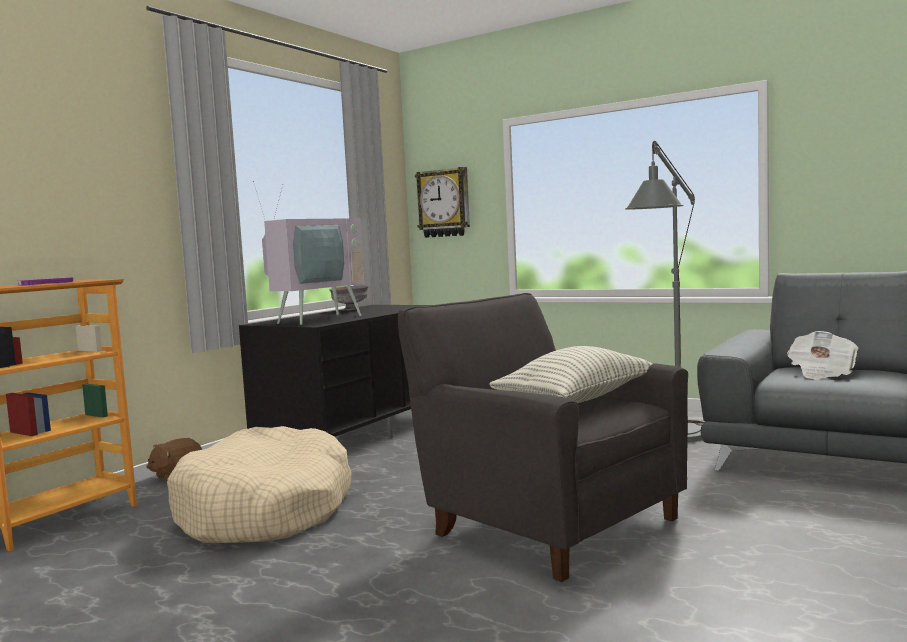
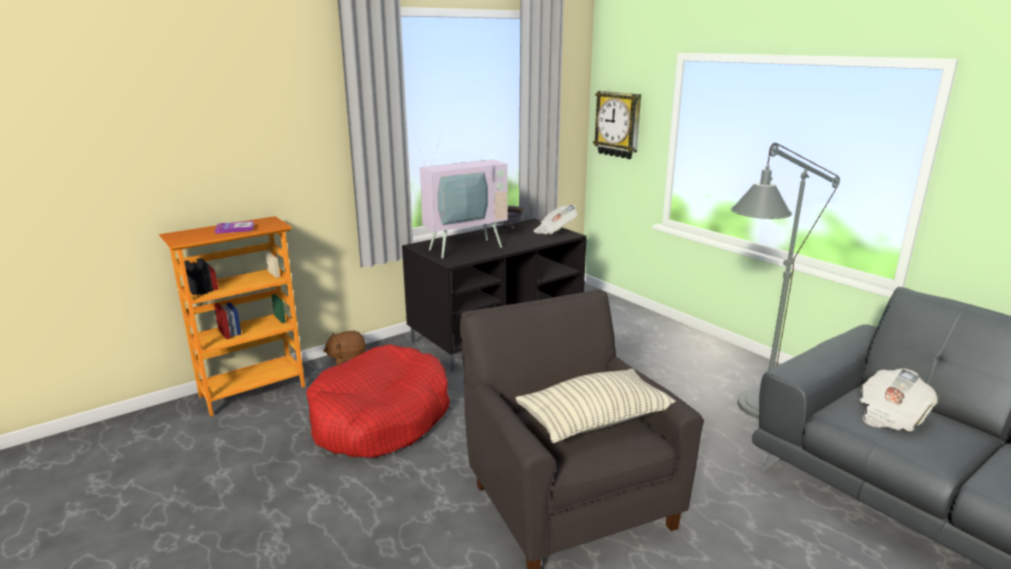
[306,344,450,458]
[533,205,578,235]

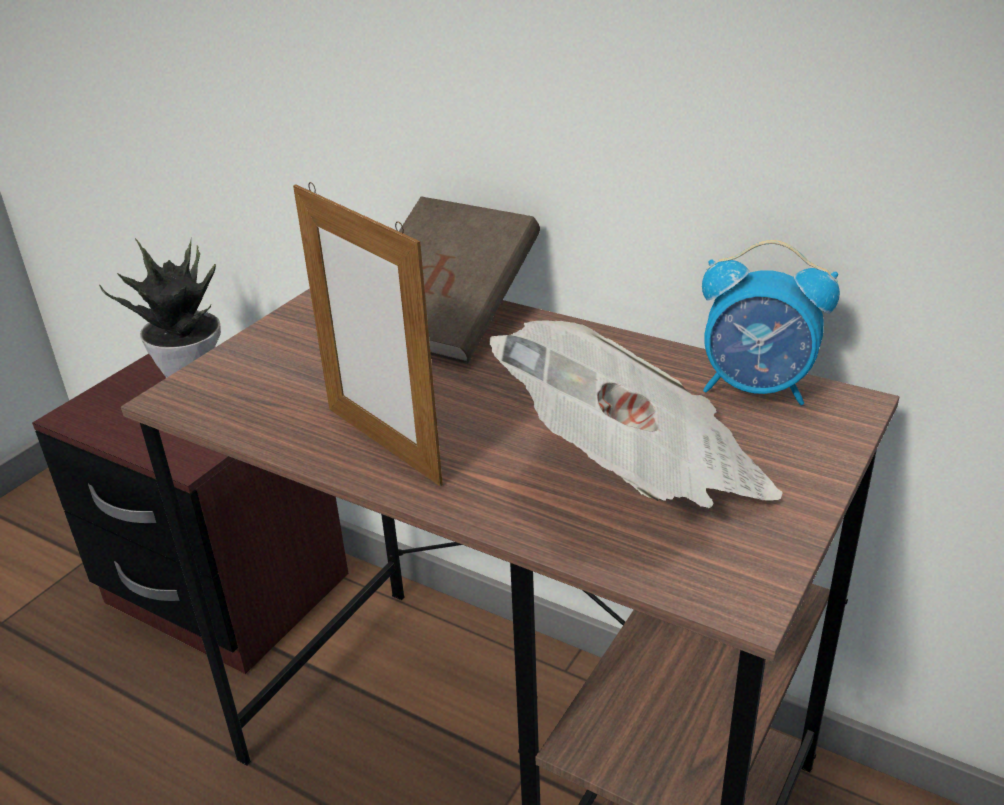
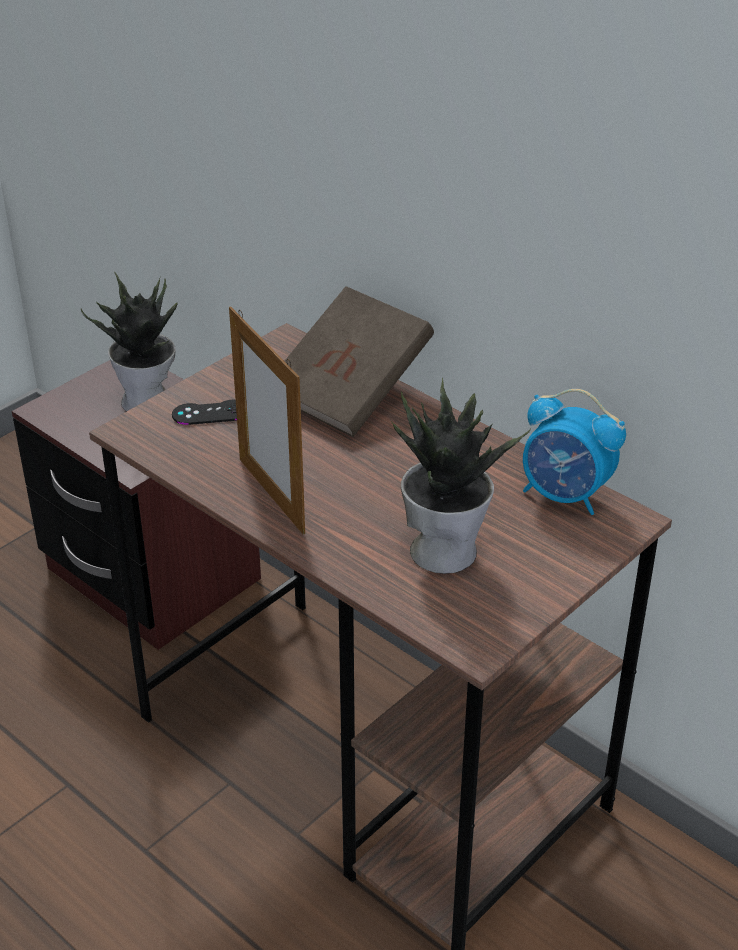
[391,378,532,574]
[172,400,237,425]

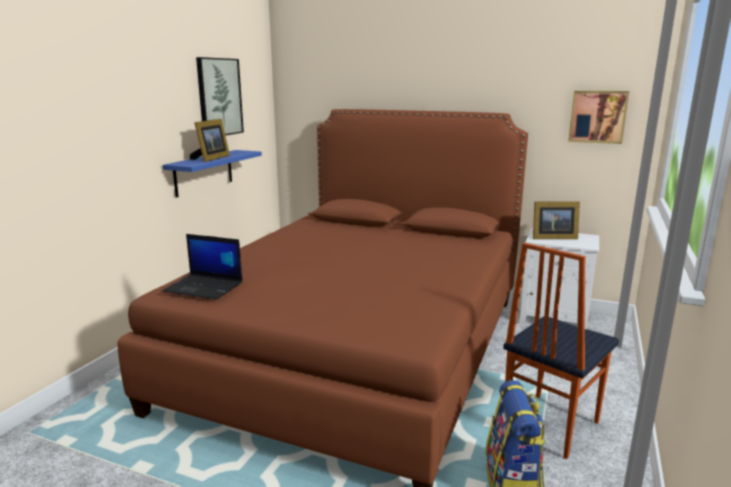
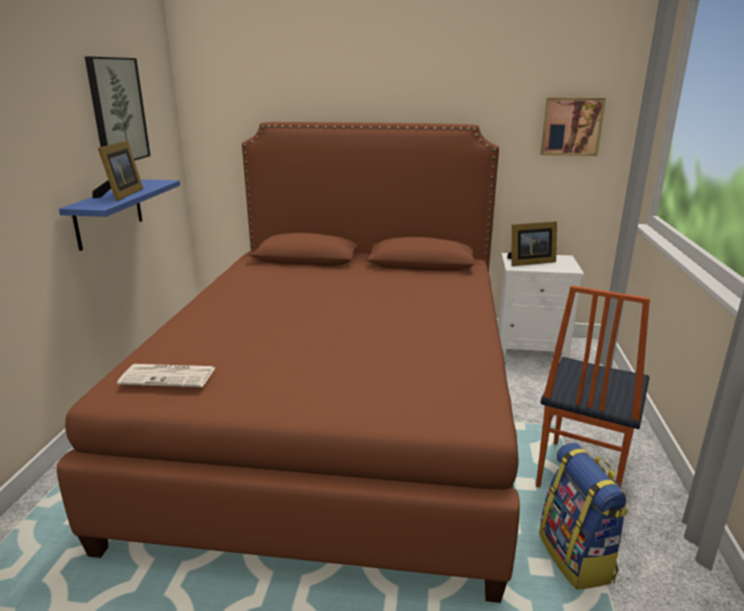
[117,364,216,387]

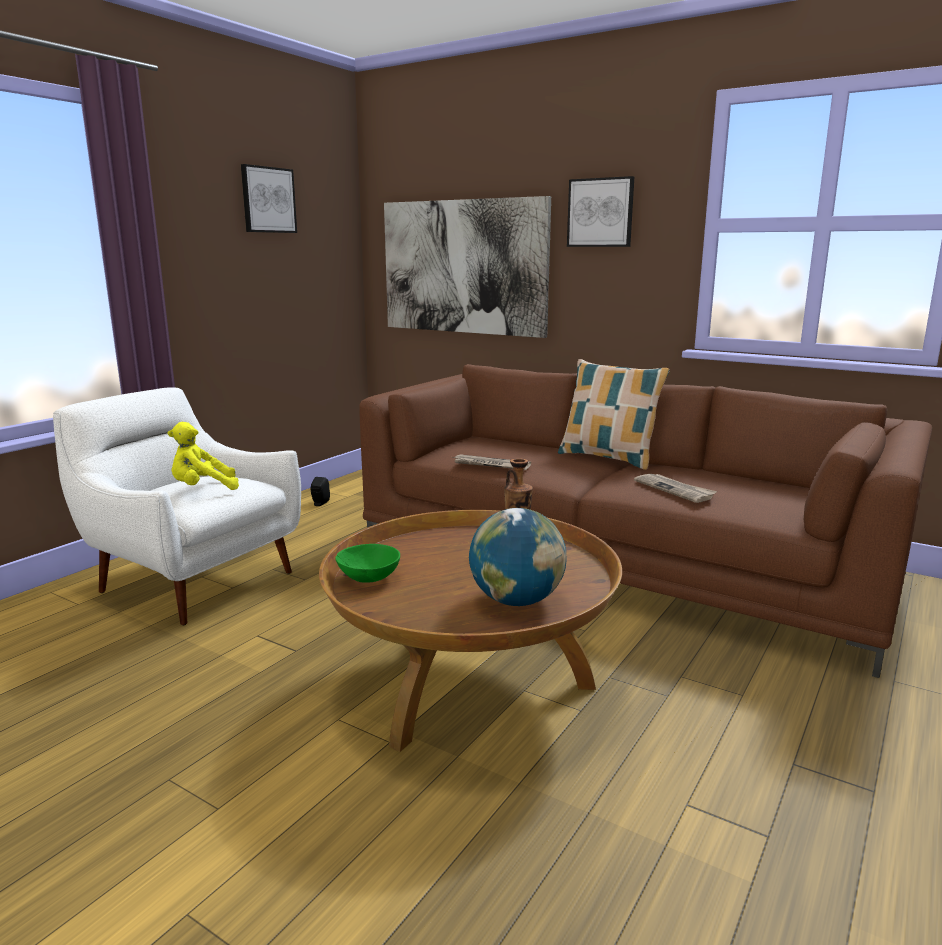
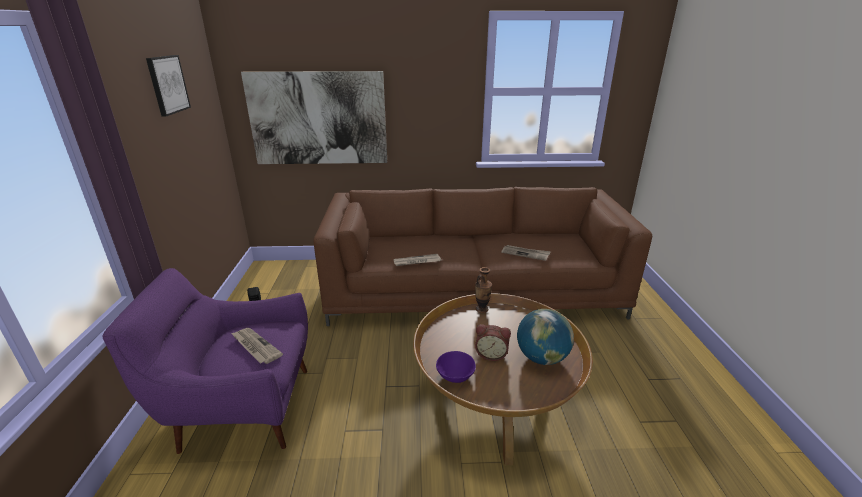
[567,176,634,247] (first image)
[558,359,670,470] (first image)
[102,268,308,454]
[231,328,283,364]
[436,351,476,383]
[475,324,511,361]

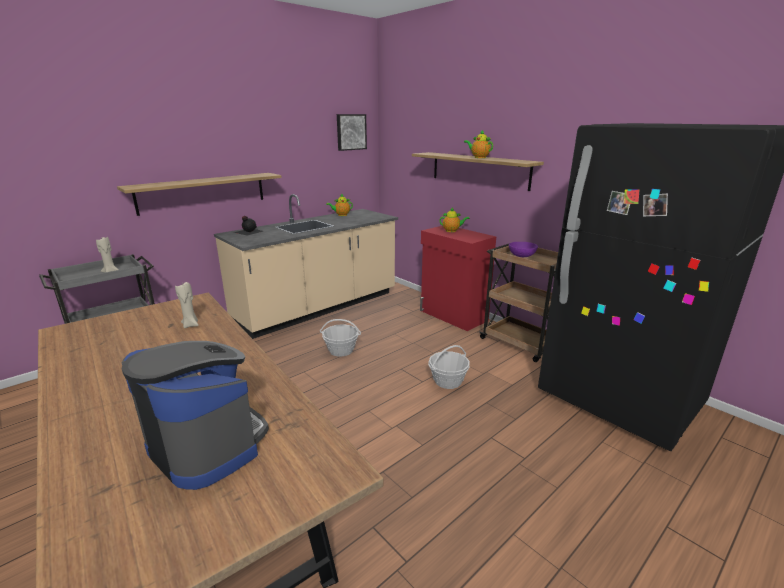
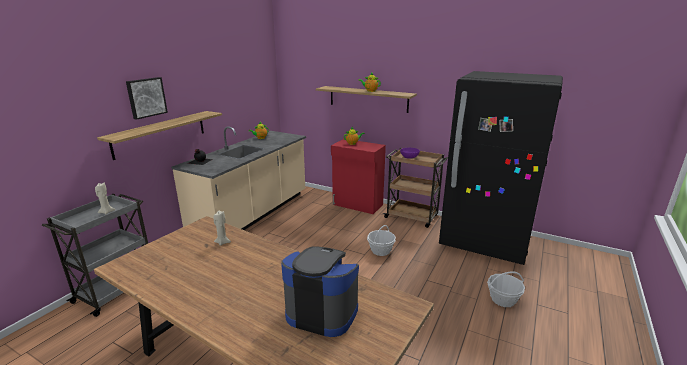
[126,77,168,120]
[487,271,525,307]

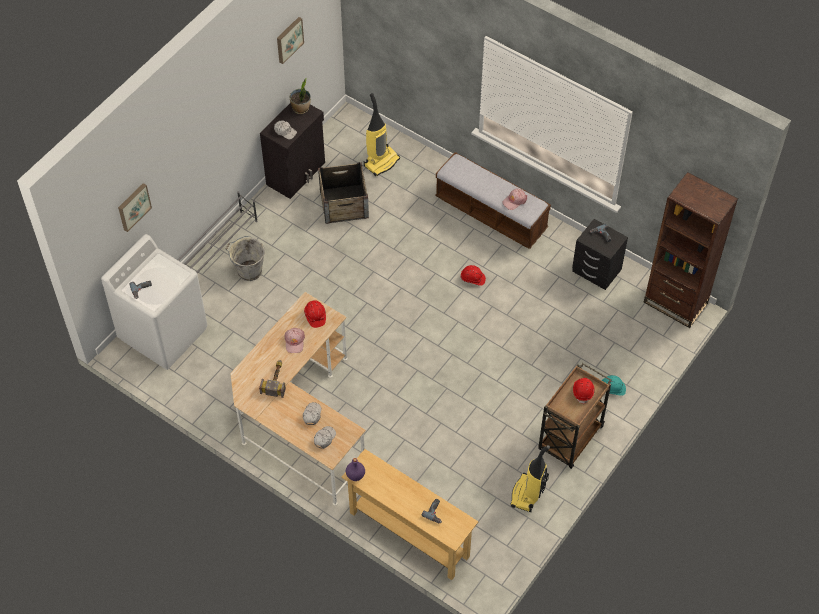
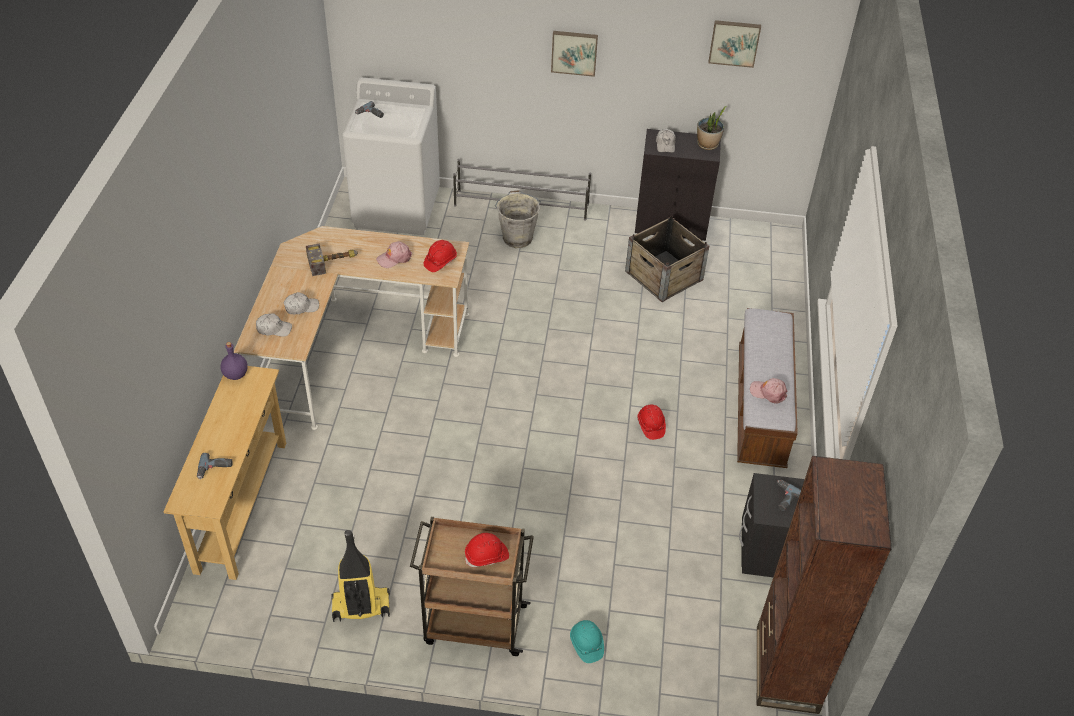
[364,93,400,176] (first image)
[551,31,598,77]

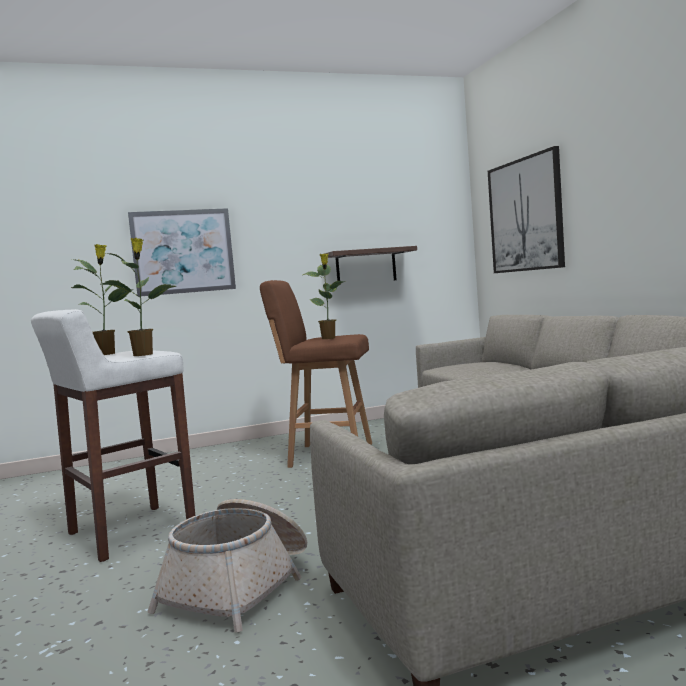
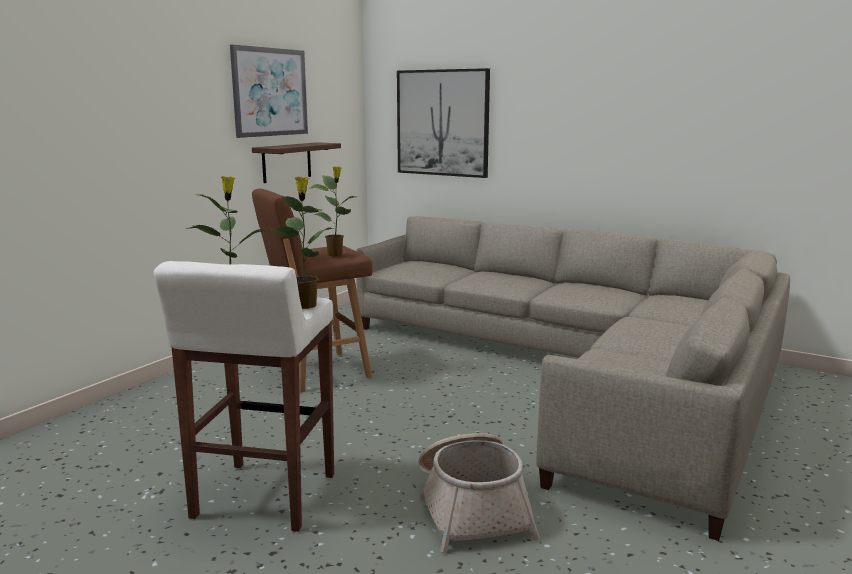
[230,45,308,138]

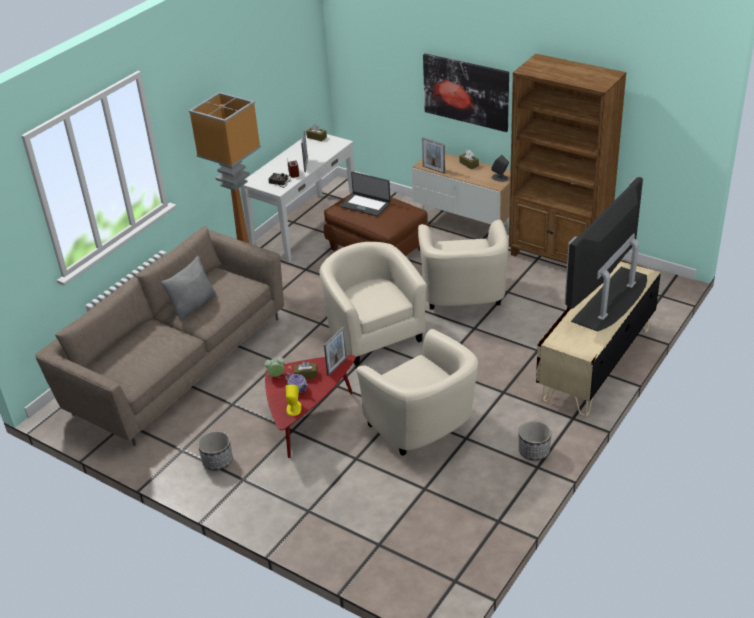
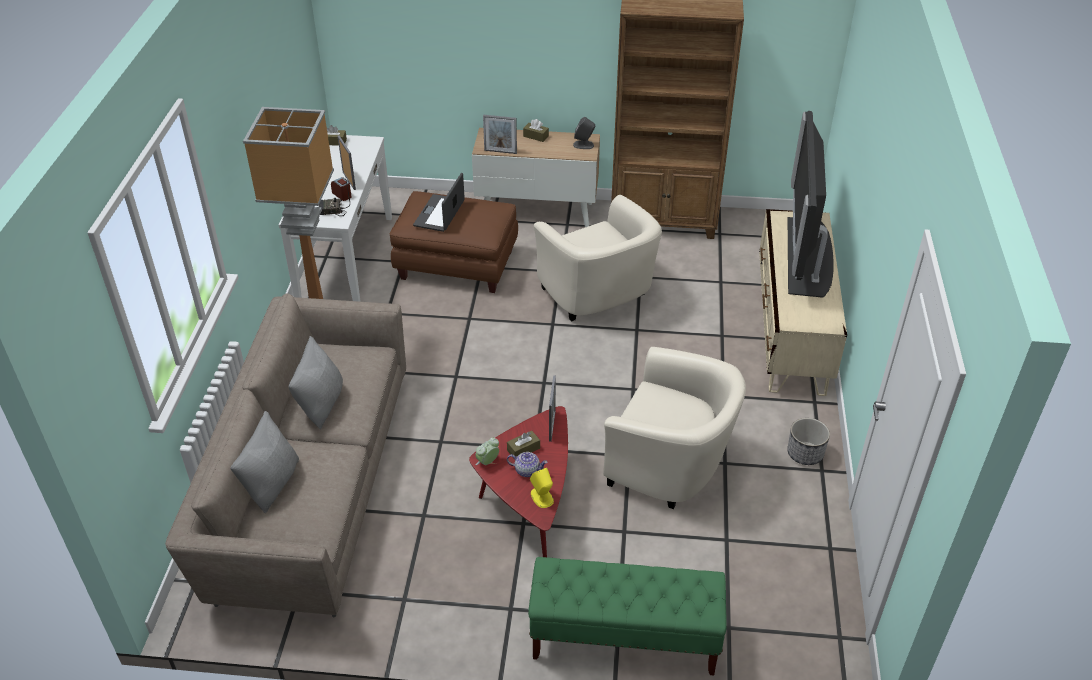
[423,53,509,132] (first image)
[413,173,465,232]
[319,242,427,365] (first image)
[198,431,233,471] (first image)
[230,411,299,513]
[528,557,727,675]

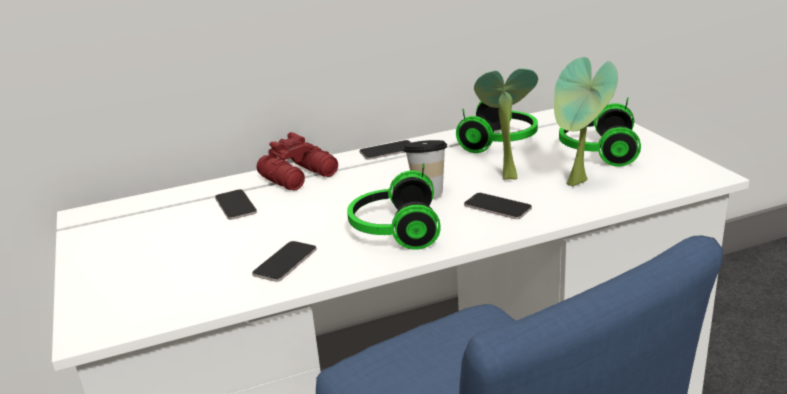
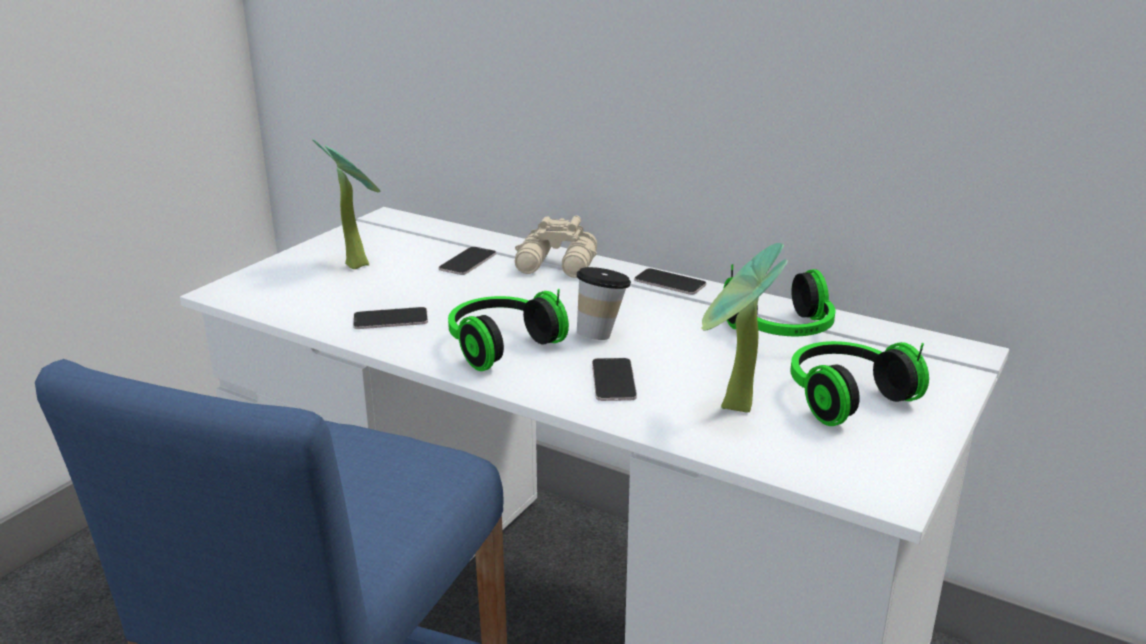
[312,139,380,269]
[515,215,597,278]

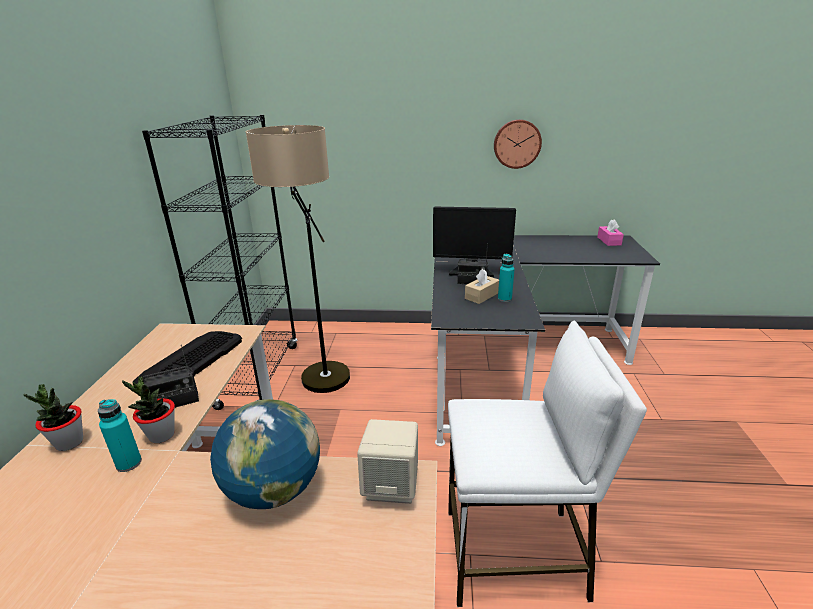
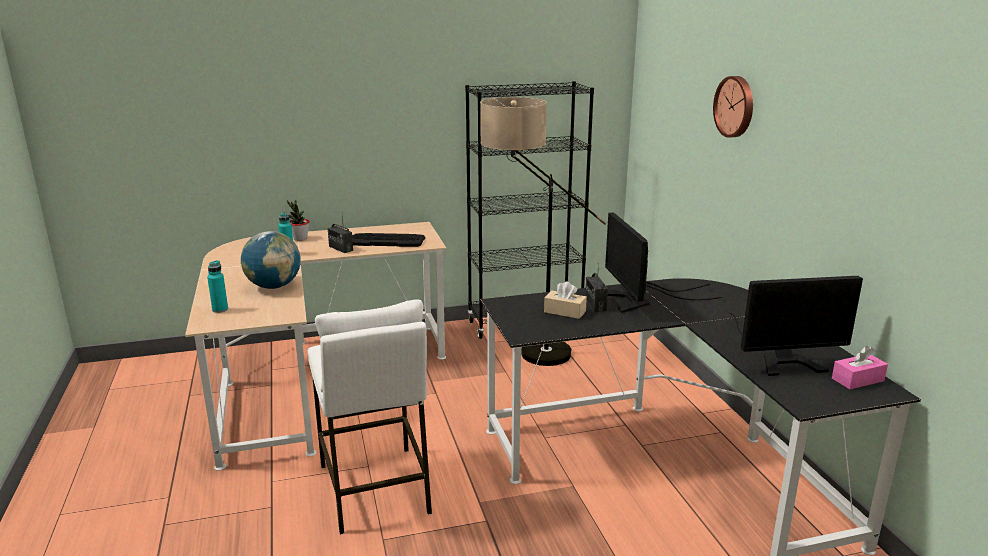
[713,76,753,138]
[207,260,228,313]
[122,376,175,443] (first image)
[357,419,418,504] (first image)
[730,276,863,376]

